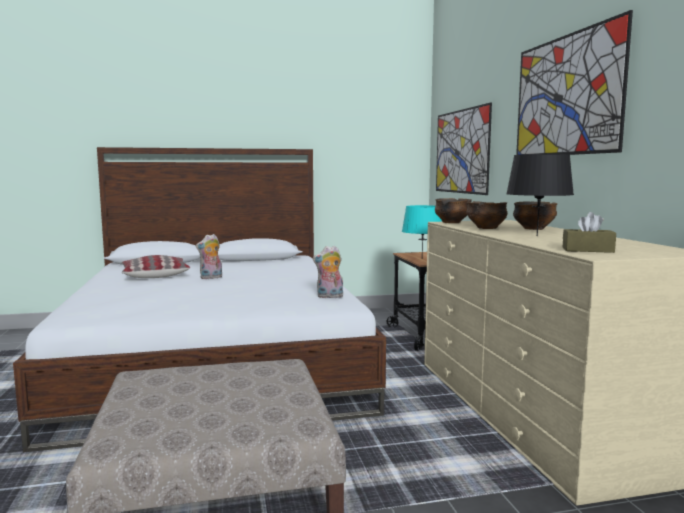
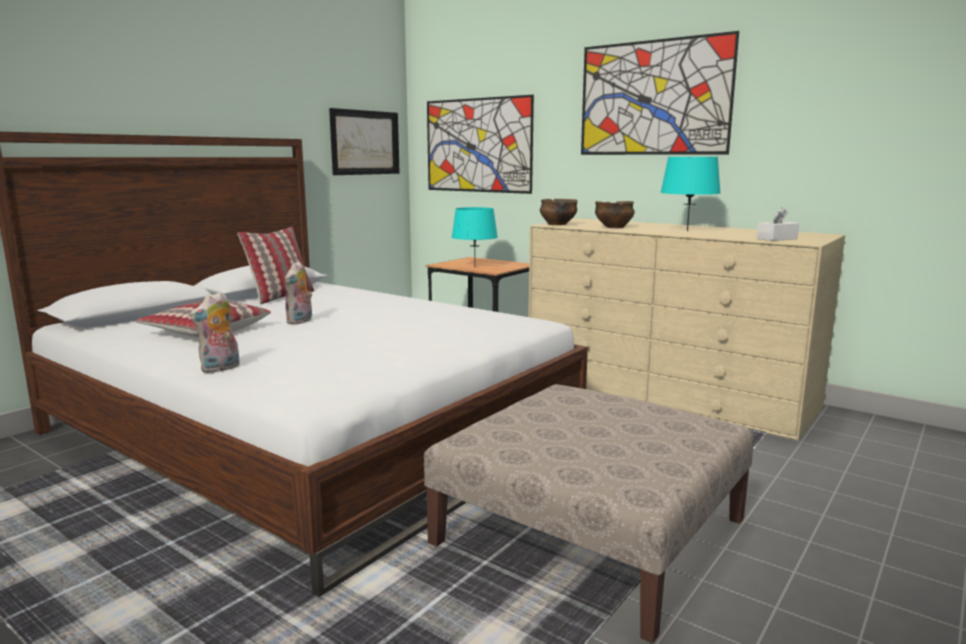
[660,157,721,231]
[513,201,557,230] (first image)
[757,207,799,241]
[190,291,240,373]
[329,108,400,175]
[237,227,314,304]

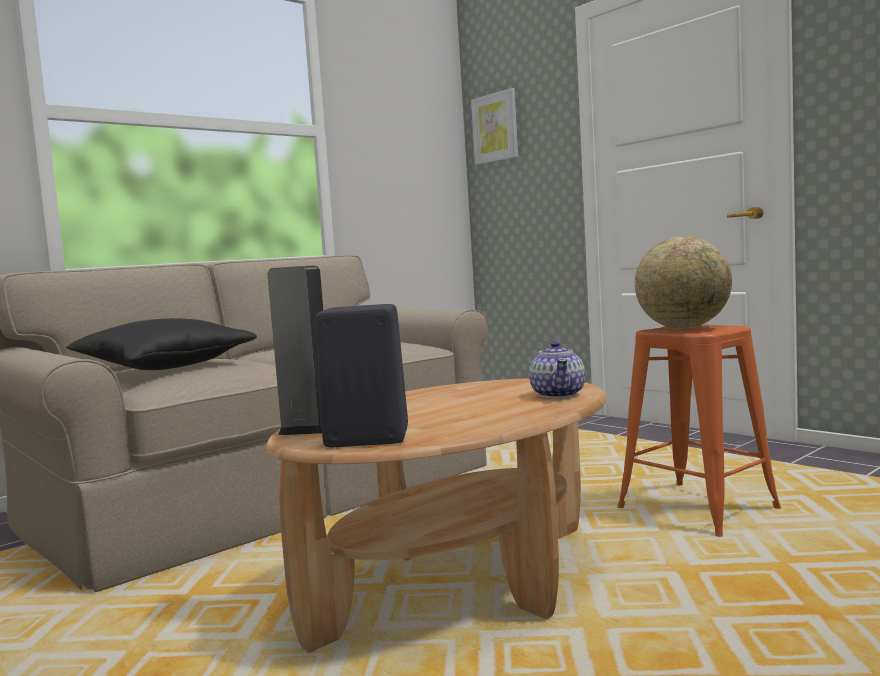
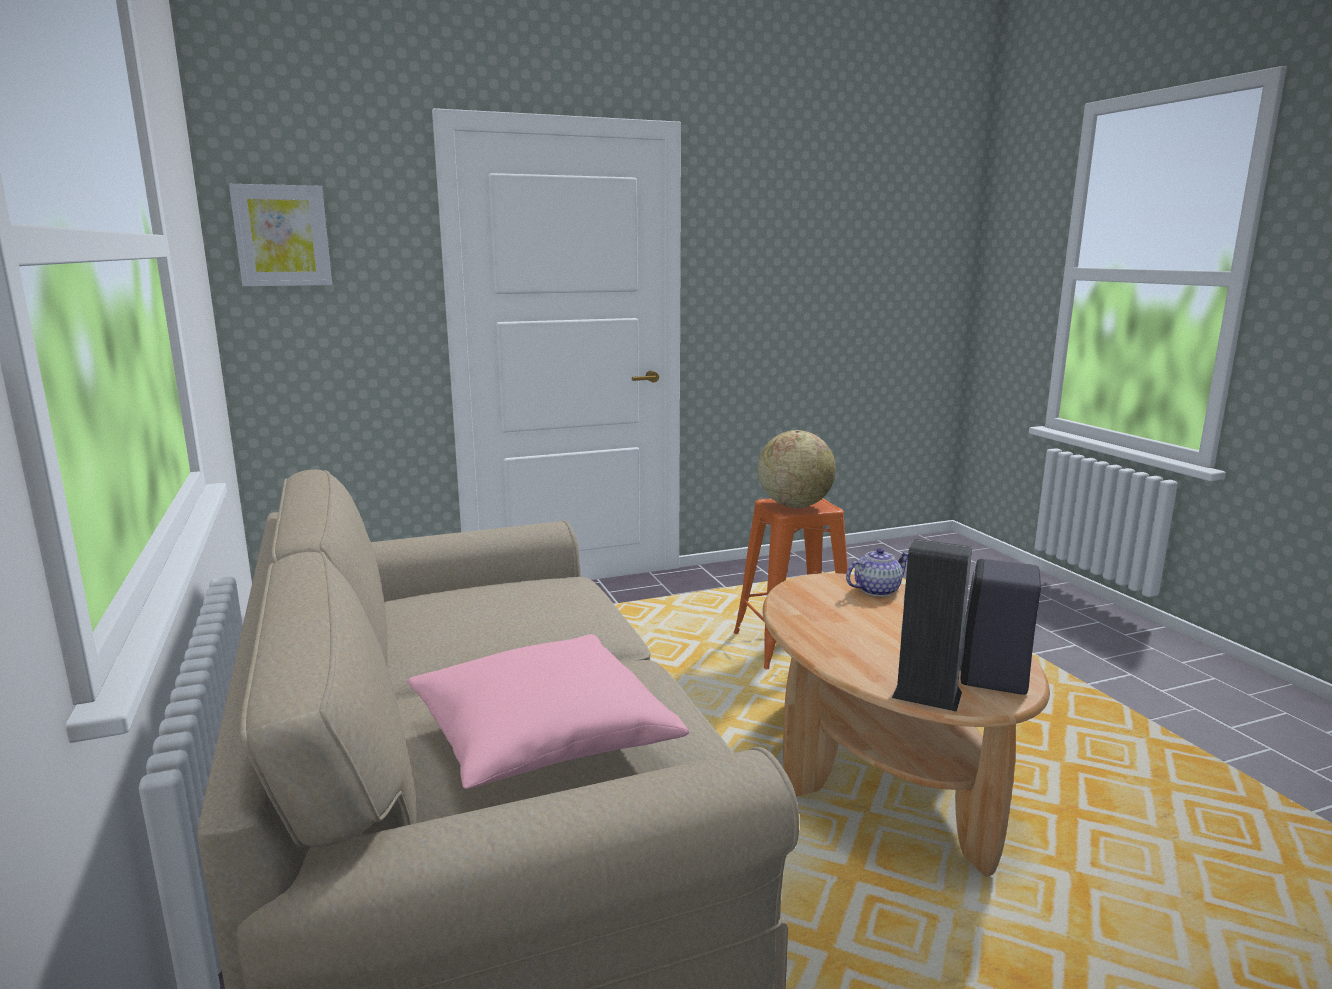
[407,634,689,789]
[846,548,908,597]

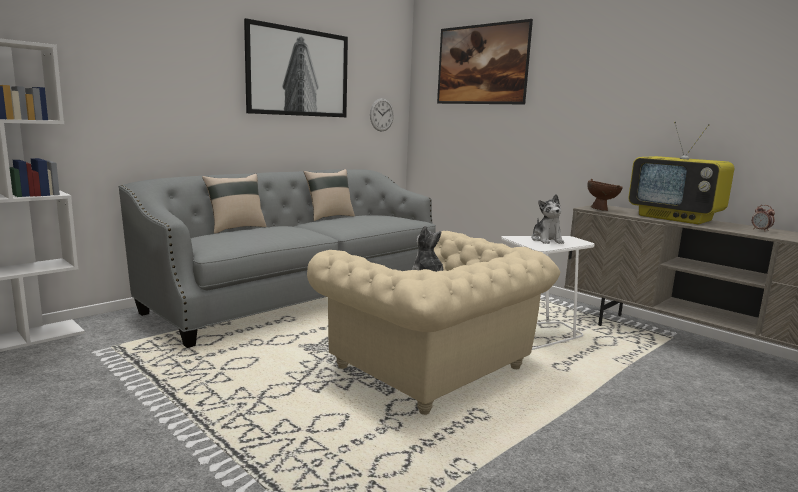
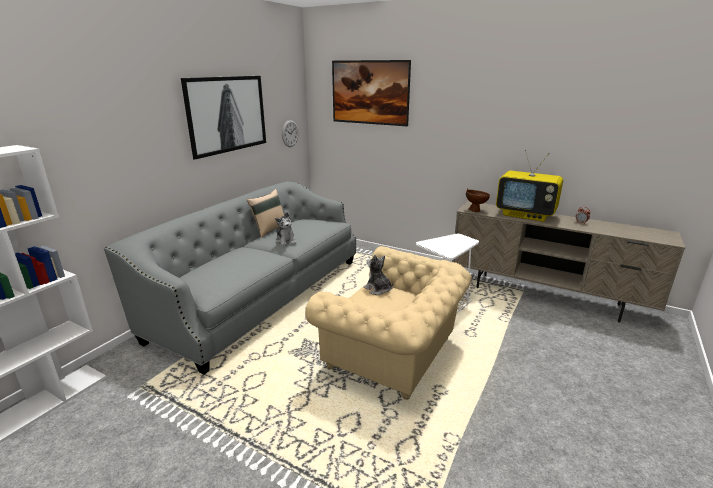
[202,174,267,234] (first image)
[275,212,296,246]

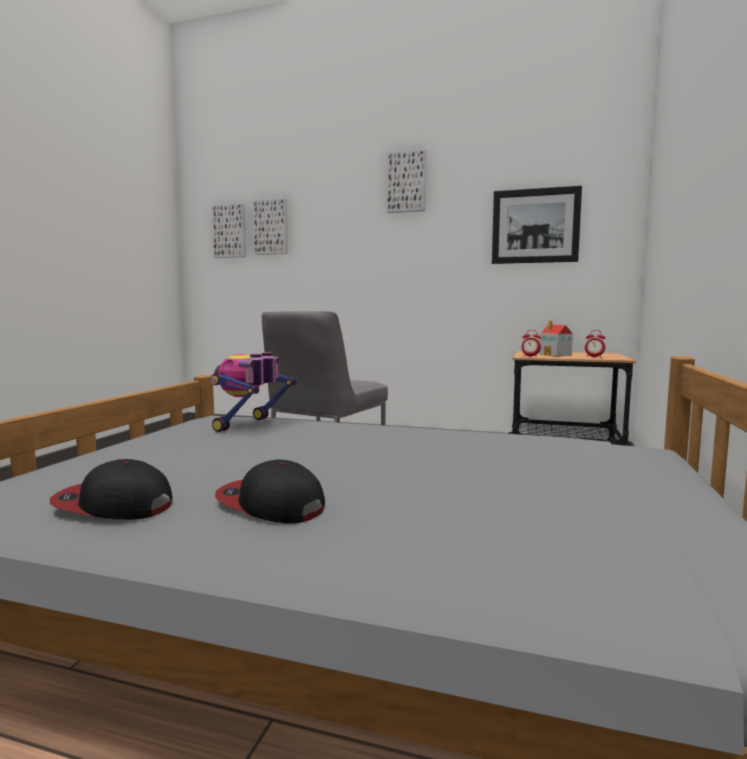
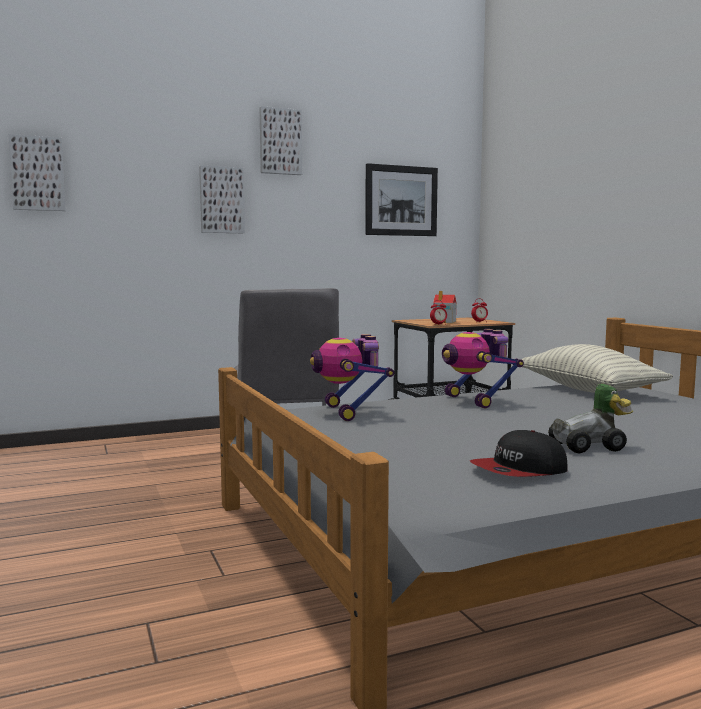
[199,165,245,233]
[548,384,633,454]
[442,329,524,408]
[521,344,673,393]

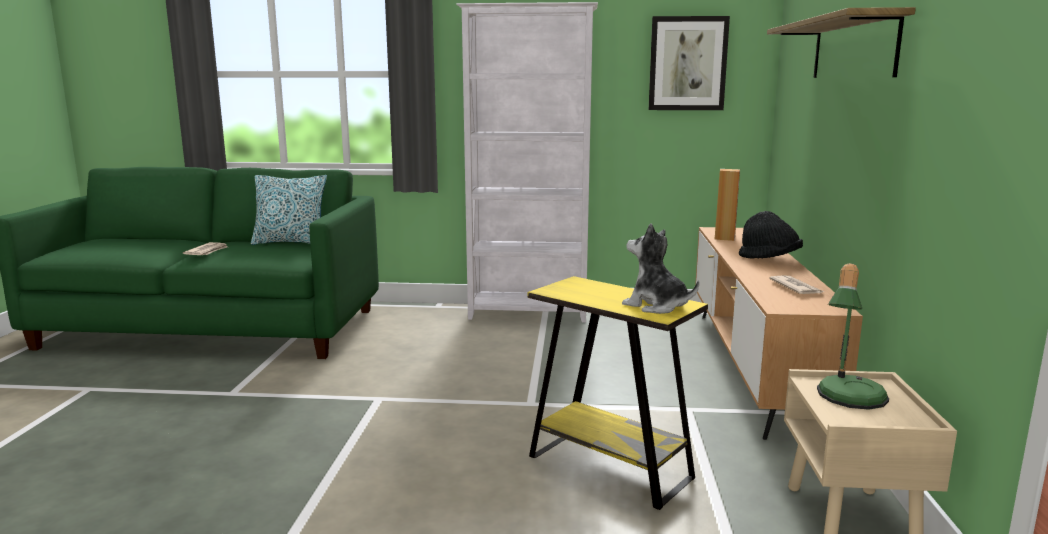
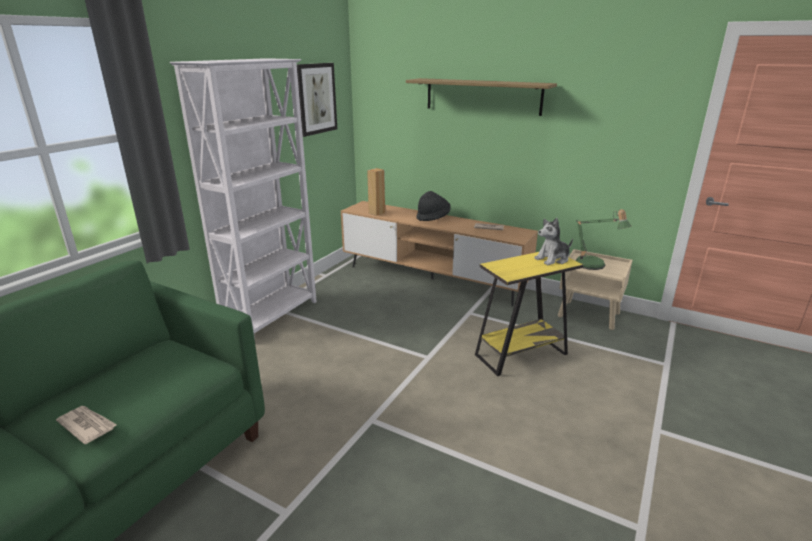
[251,175,327,245] (first image)

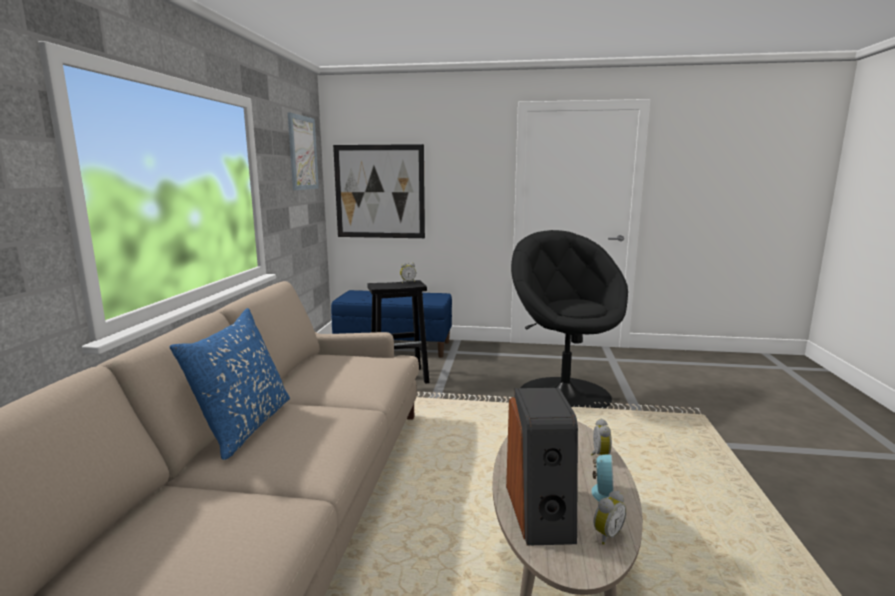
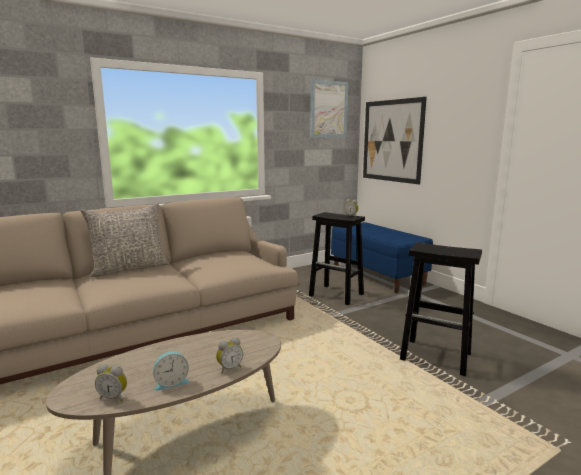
[400,242,482,376]
[81,203,169,277]
[506,388,578,546] (first image)

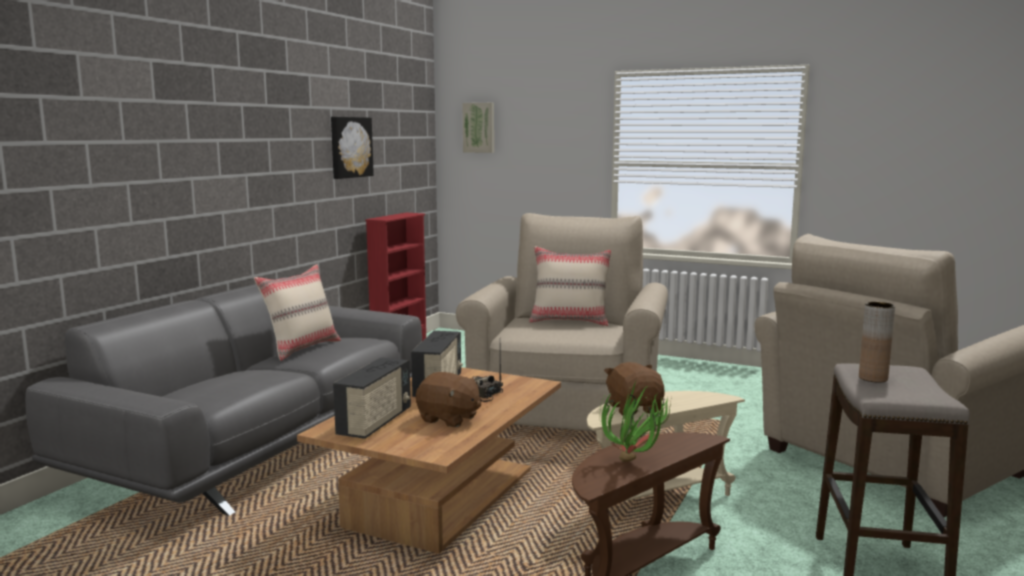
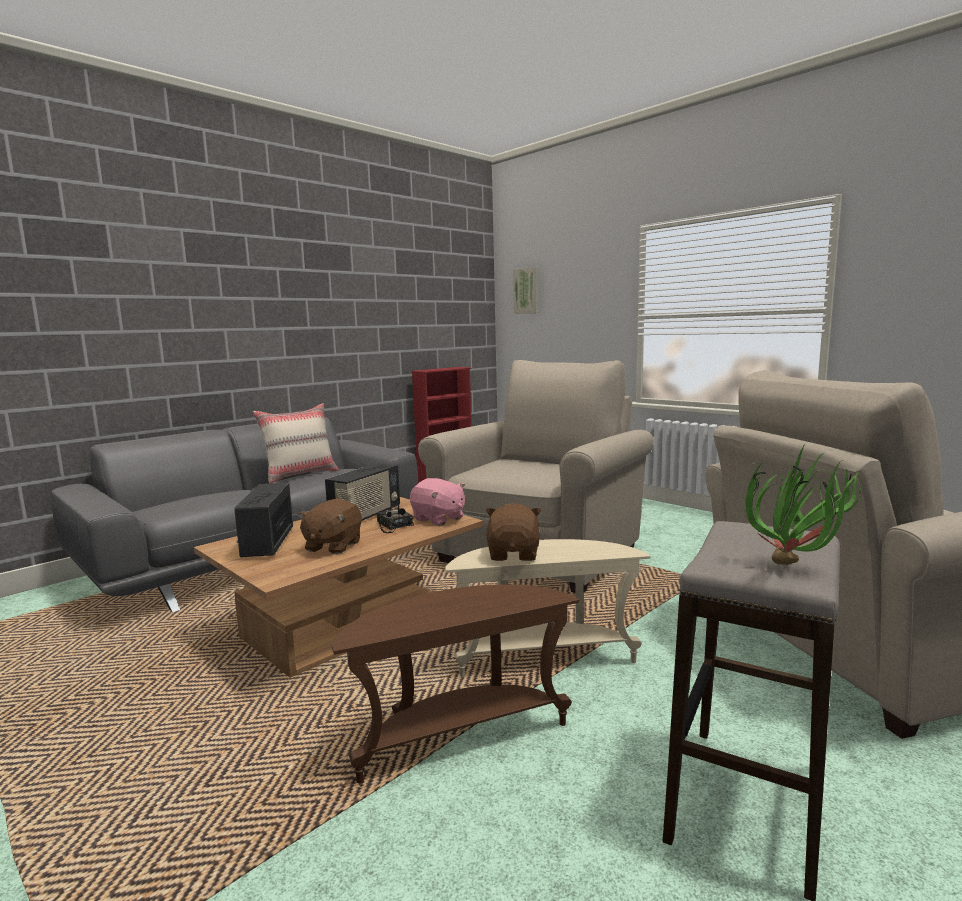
[331,117,374,179] (first image)
[529,246,611,326] (first image)
[859,302,895,383] (first image)
[234,482,293,557]
[297,499,362,554]
[743,443,864,565]
[410,478,465,526]

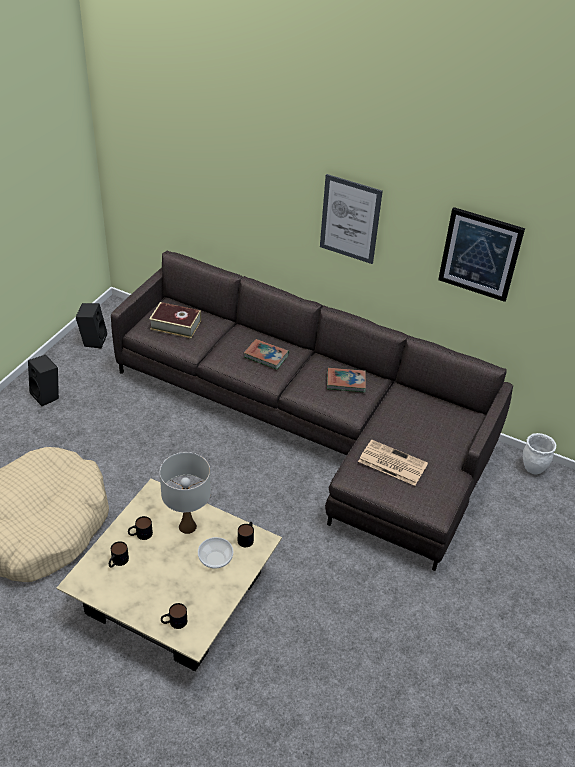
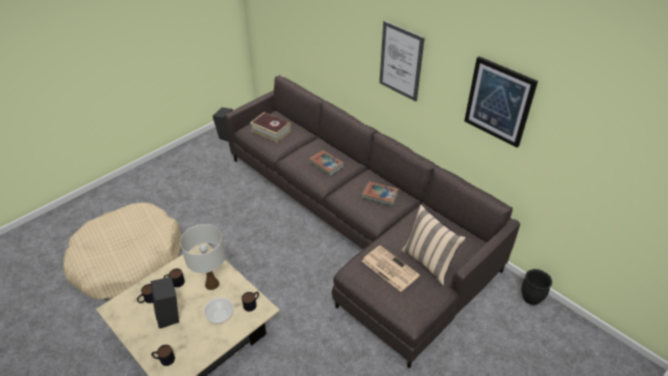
[150,277,179,329]
[521,269,552,305]
[401,205,466,285]

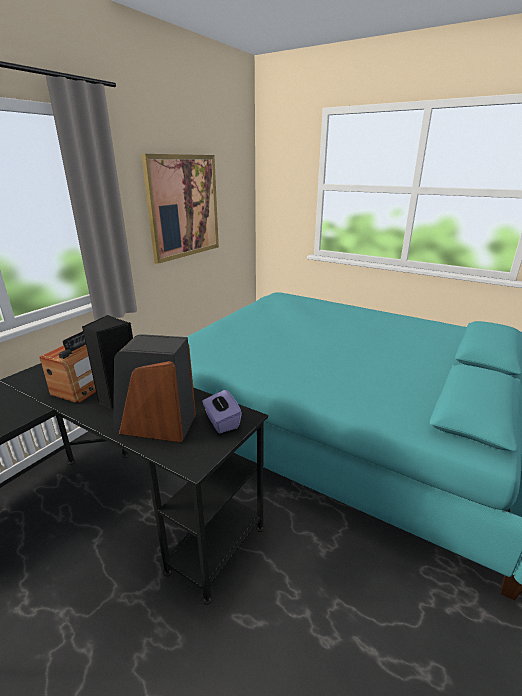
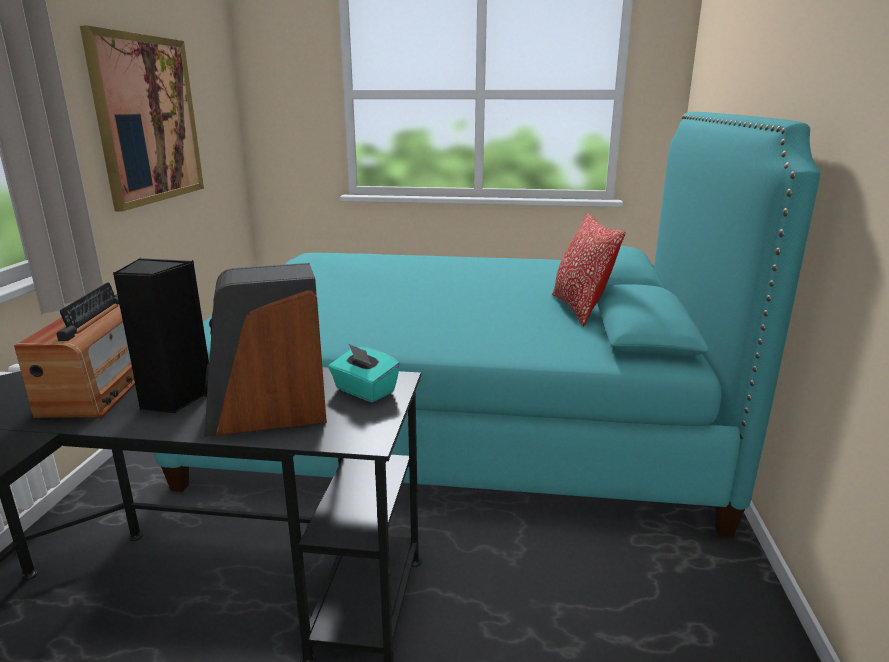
[328,343,400,402]
[552,213,625,326]

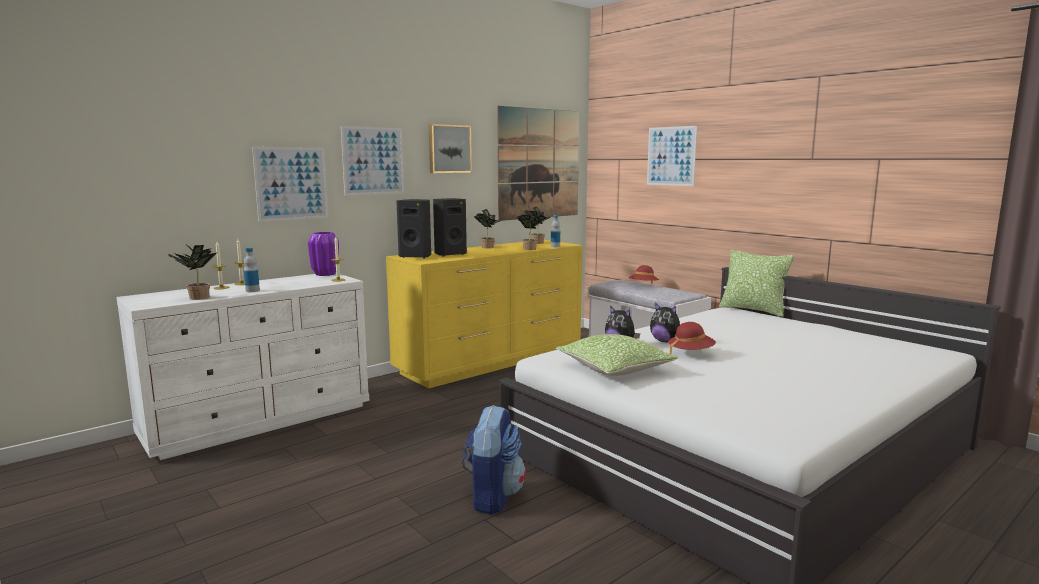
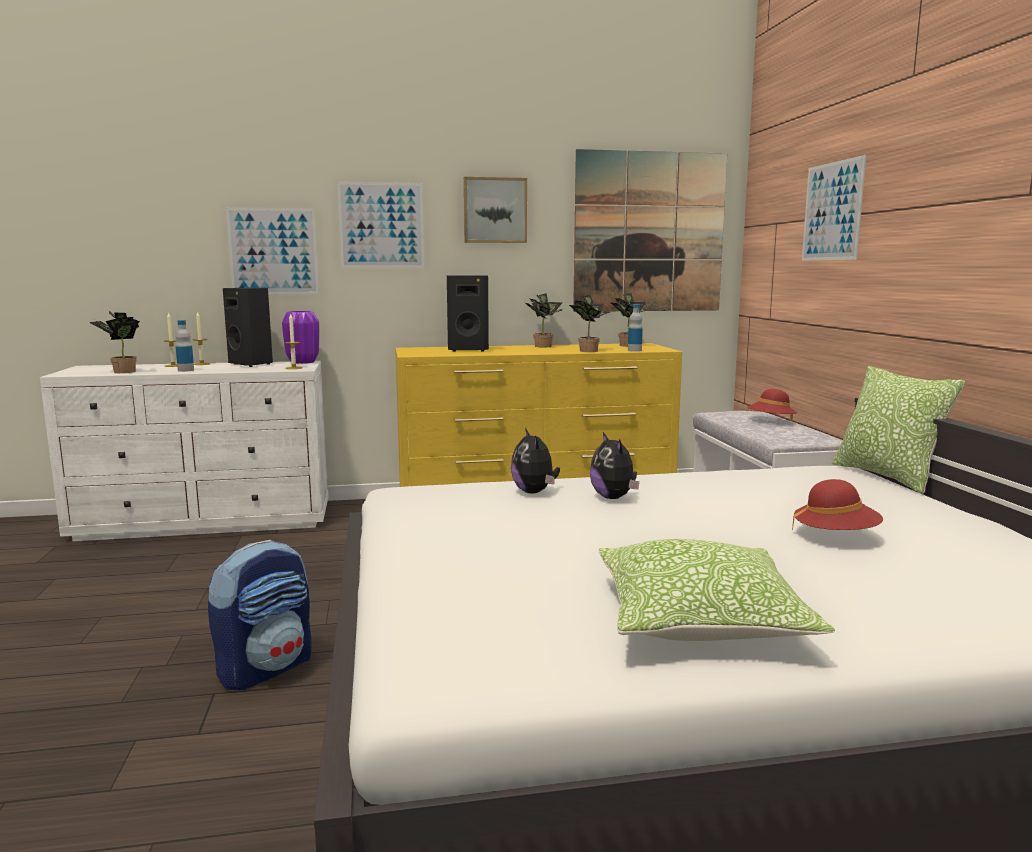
[223,288,273,367]
[792,479,883,530]
[598,539,835,641]

